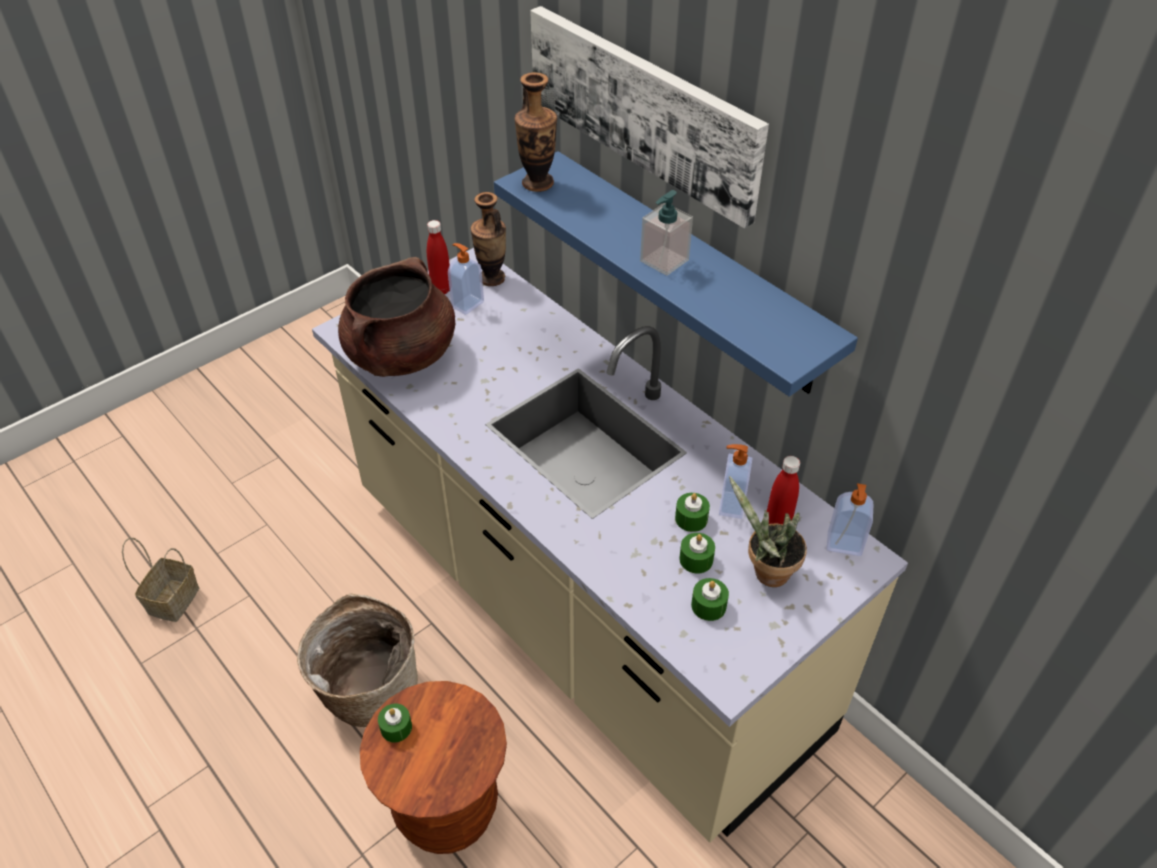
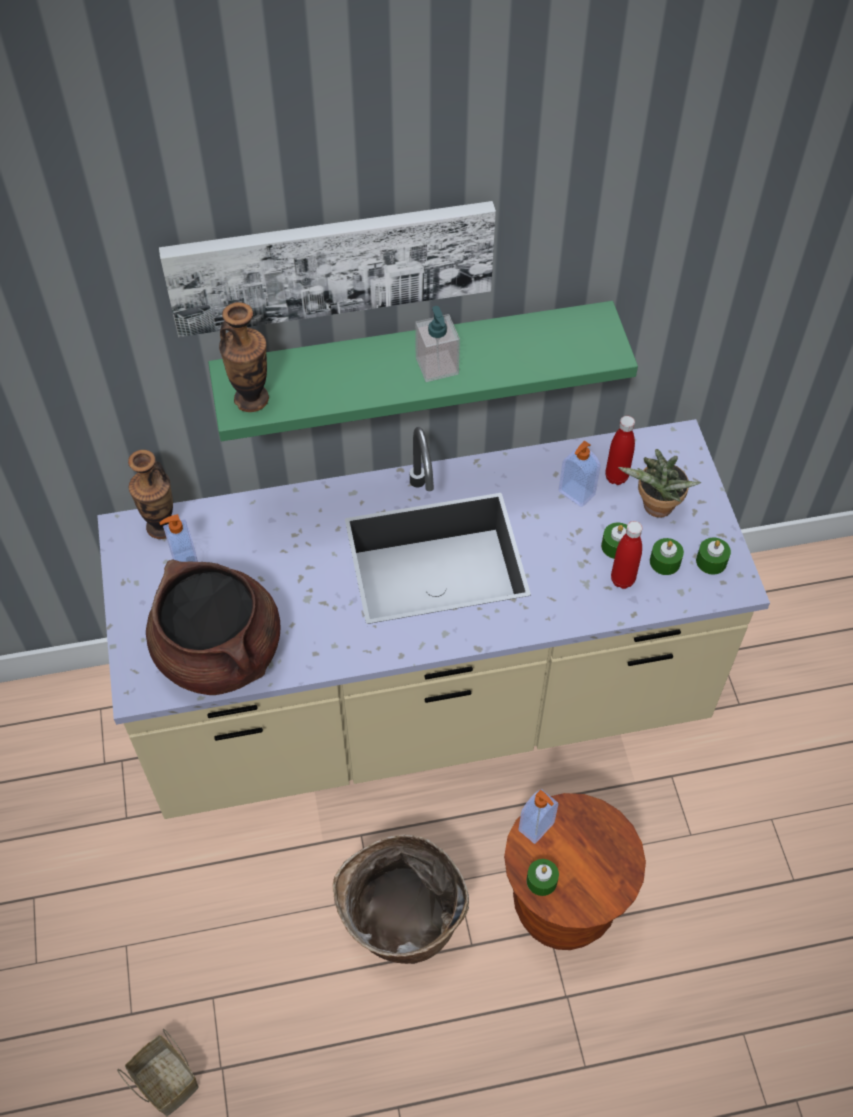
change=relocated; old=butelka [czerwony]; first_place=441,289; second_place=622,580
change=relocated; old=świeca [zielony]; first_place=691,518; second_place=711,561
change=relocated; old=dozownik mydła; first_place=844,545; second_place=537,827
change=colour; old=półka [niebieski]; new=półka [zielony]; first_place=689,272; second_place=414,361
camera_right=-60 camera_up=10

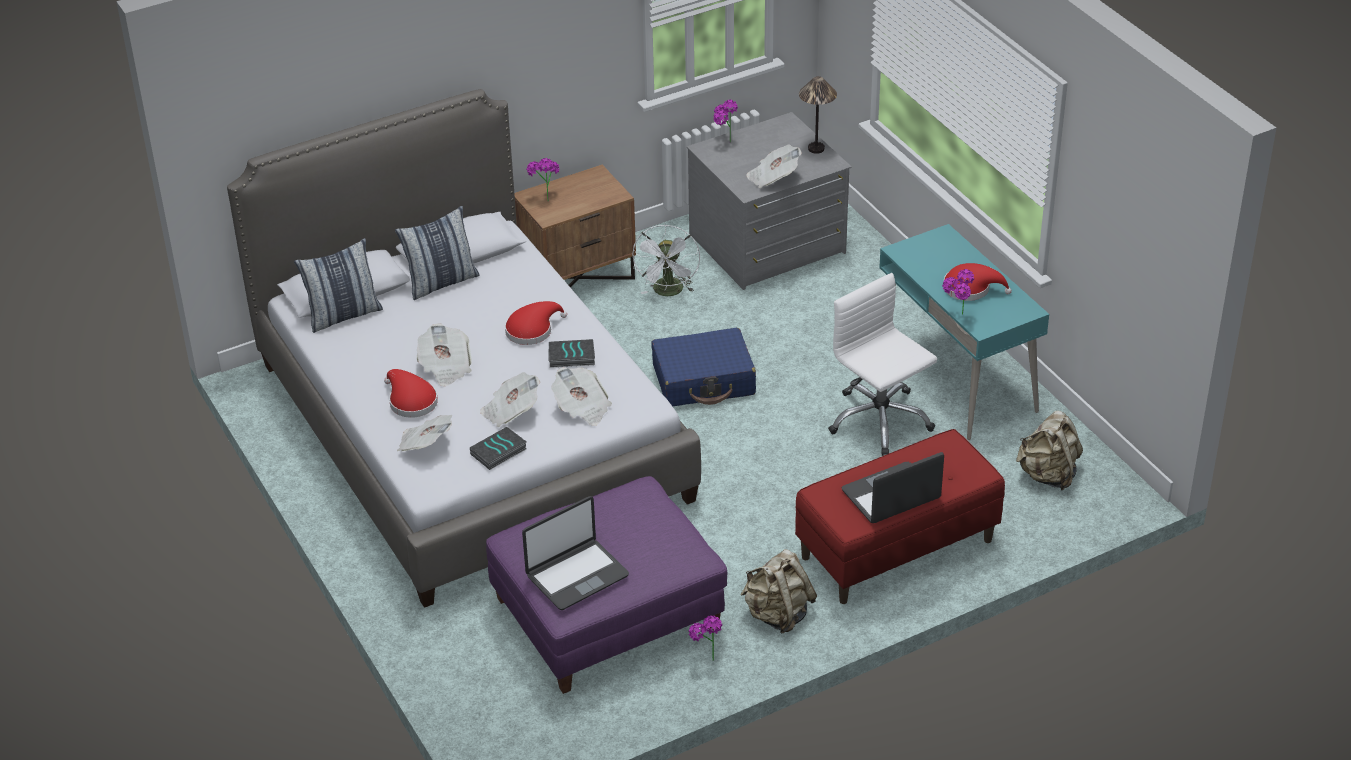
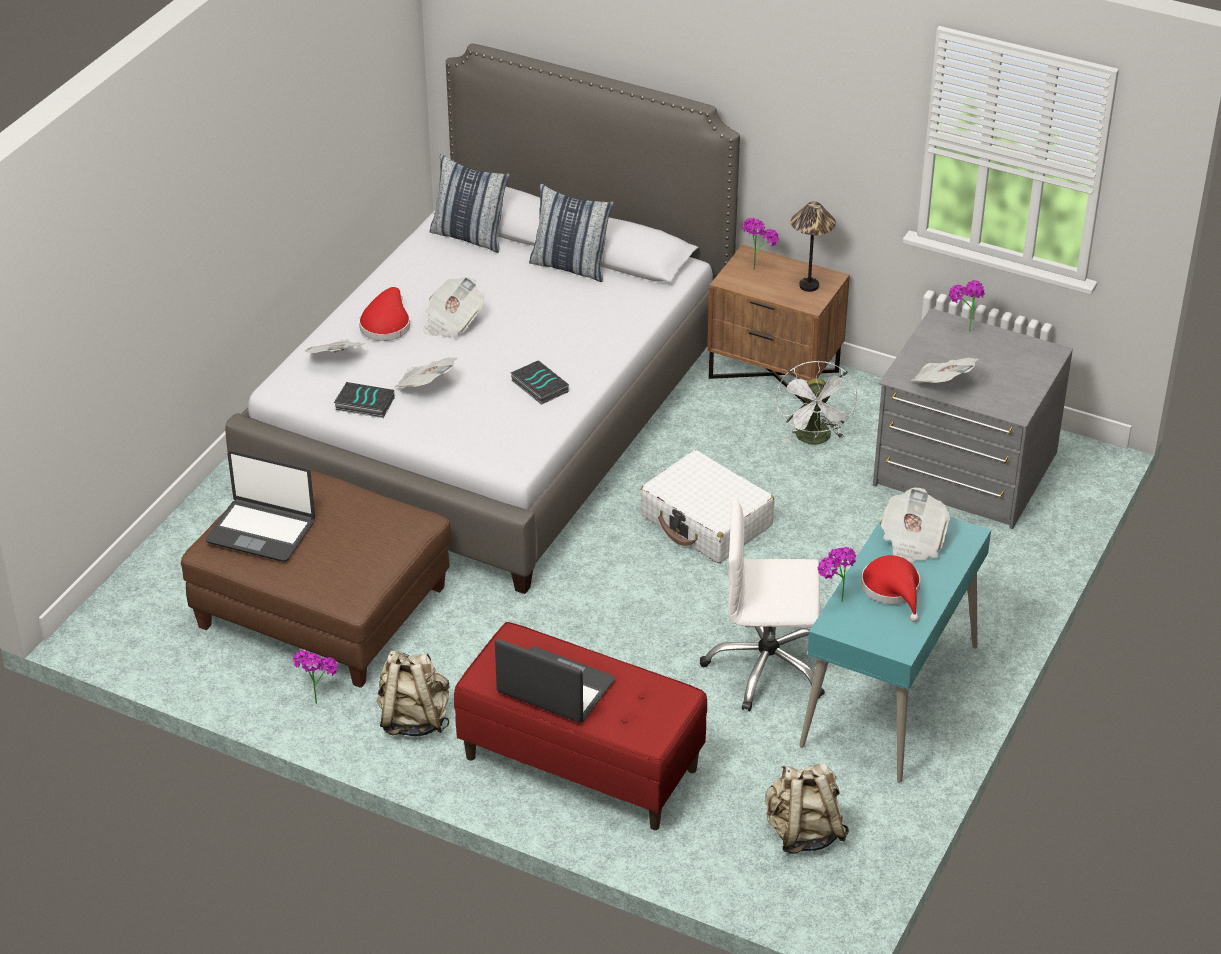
change=missing; old=kapelusz [czerwony]; first_place=532,330
change=relocated; old=gazeta; first_place=582,408; second_place=912,542
change=relocated; old=lampa stołowa; first_place=816,149; second_place=809,286
change=colour; old=pufa [fioletowy]; new=pufa [brązowy]; first_place=608,613; second_place=324,608
change=colour; old=walizka [niebieski]; new=walizka [biały]; first_place=704,380; second_place=706,521
change=spun; old=wentylator [biały]; first_place=668,292; second_place=815,439; degrees=-60
change=spun; old=krzesło biurowe [biały]; first_place=879,420; second_place=766,667; degrees=-105
camera_right=55 camera_up=0

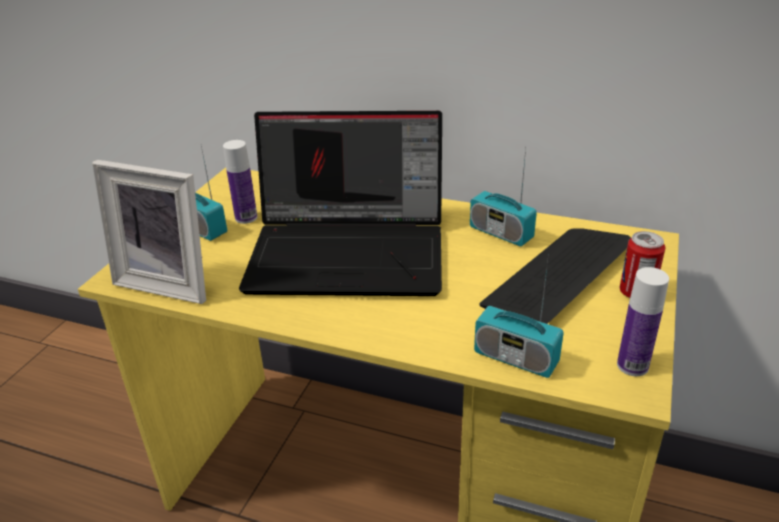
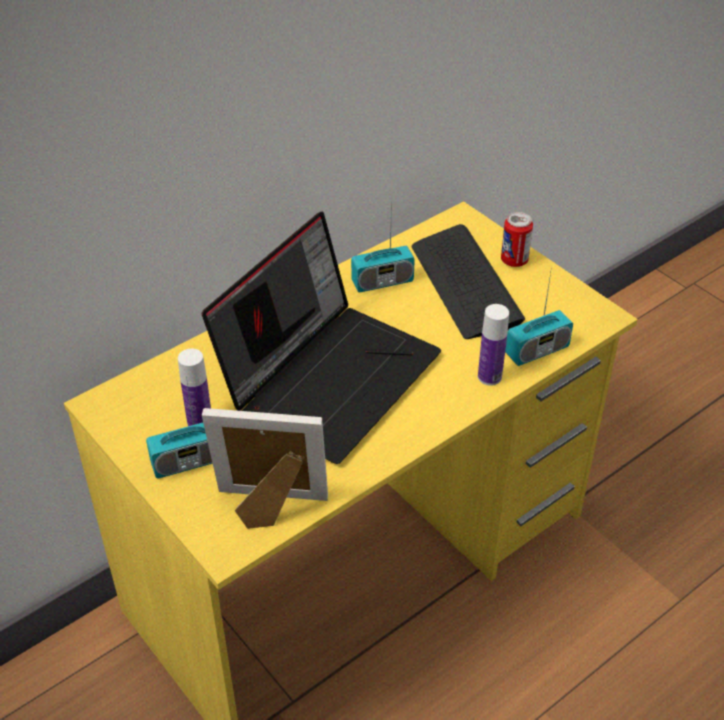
change=relocated; old=butelka; first_place=632,366; second_place=489,377
change=spun; old=ramka na zdjęcie; first_place=170,282; second_place=270,509; degrees=-135
camera_right=-60 camera_up=10

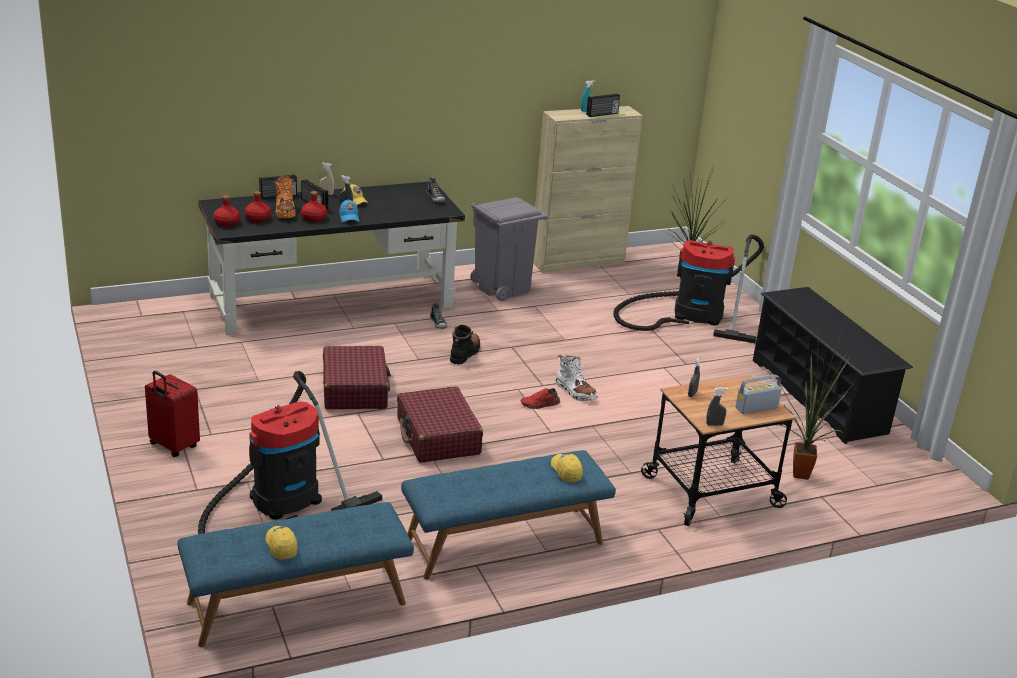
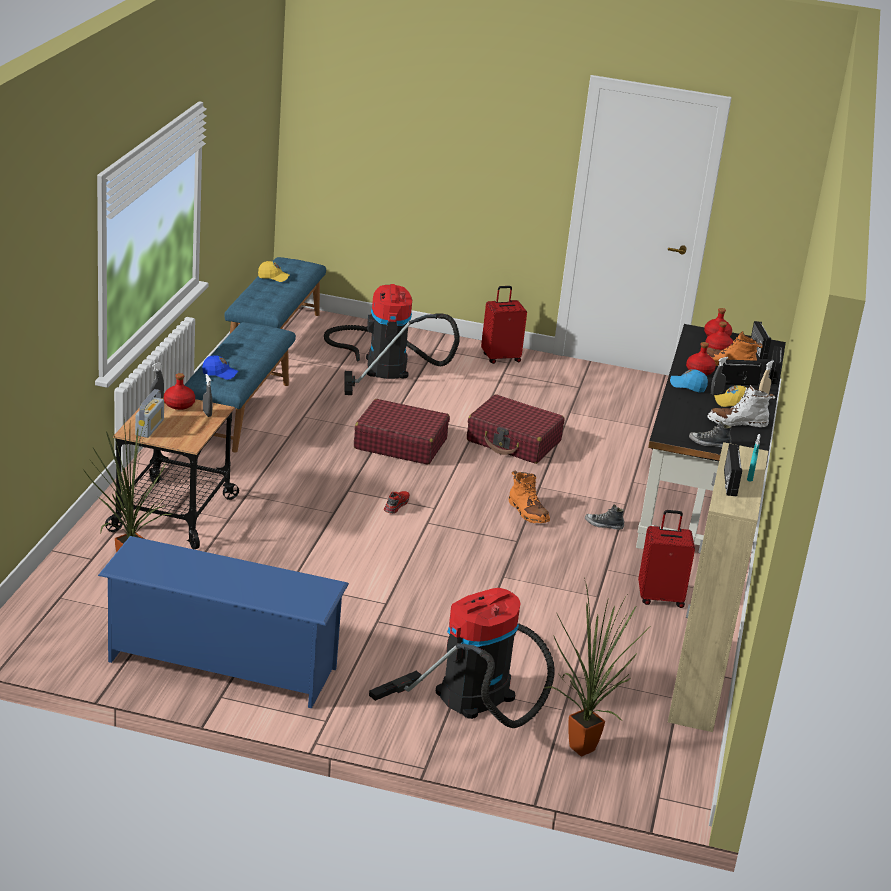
change=appeared; new=butelka [czerwony]; second_place=179,405
change=appeared; new=radio; second_place=757,350
change=relocated; old=but z cholewką [biały]; first_place=575,392; second_place=737,423
change=exchanged; old=kosz na śmieci [szary]; new=walizka [czerwony]; first_place=502,288; second_place=660,597
change=colour; old=but z cholewką [czarny]; new=but z cholewką [pomarańczowy]; first_place=465,353; second_place=527,512
change=colour; old=czapka z daszkiem [żółty]; new=czapka z daszkiem [niebieski]; first_place=566,471; second_place=220,373
change=colour; old=regał na buty [czarny]; new=regał na buty [niebieski]; first_place=818,396; second_place=221,665
camera_right=125 camera_up=0

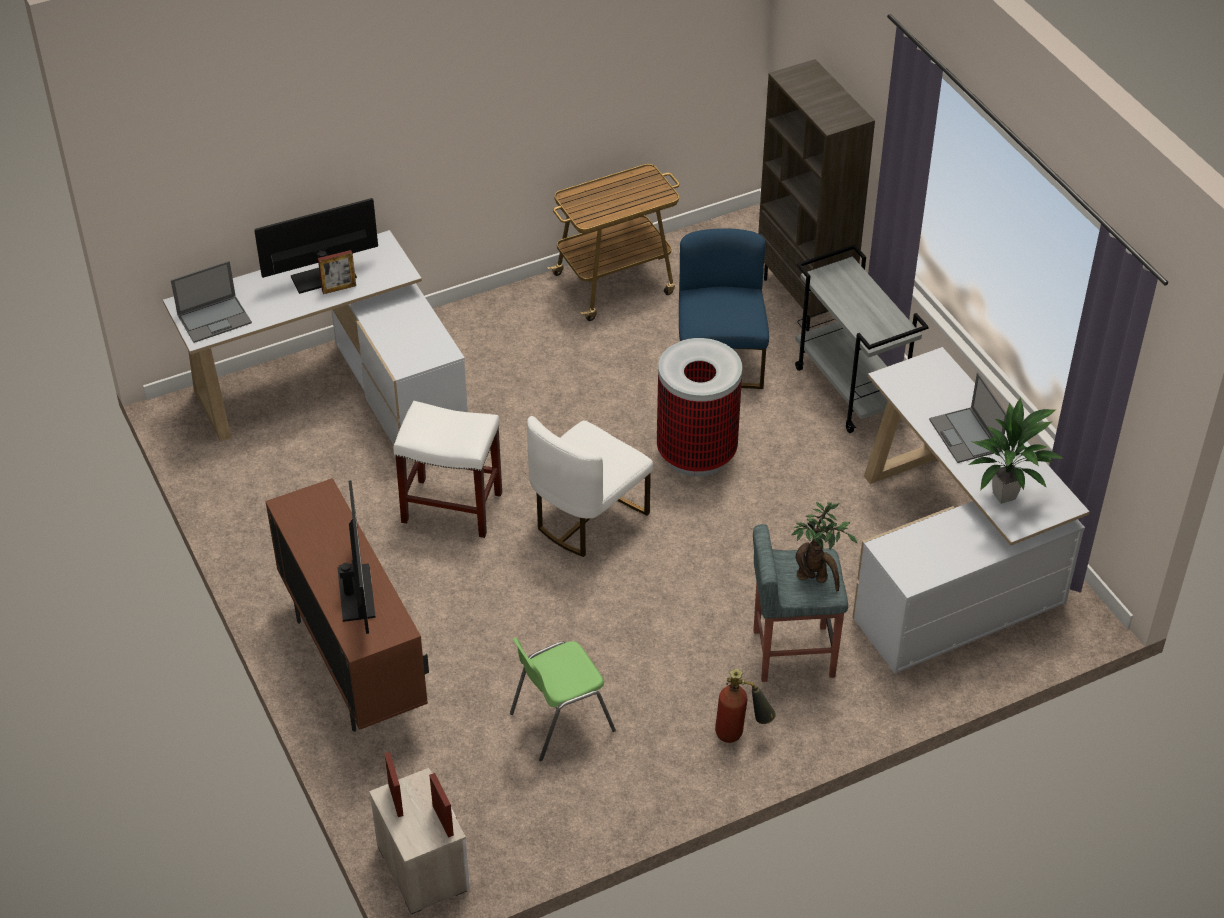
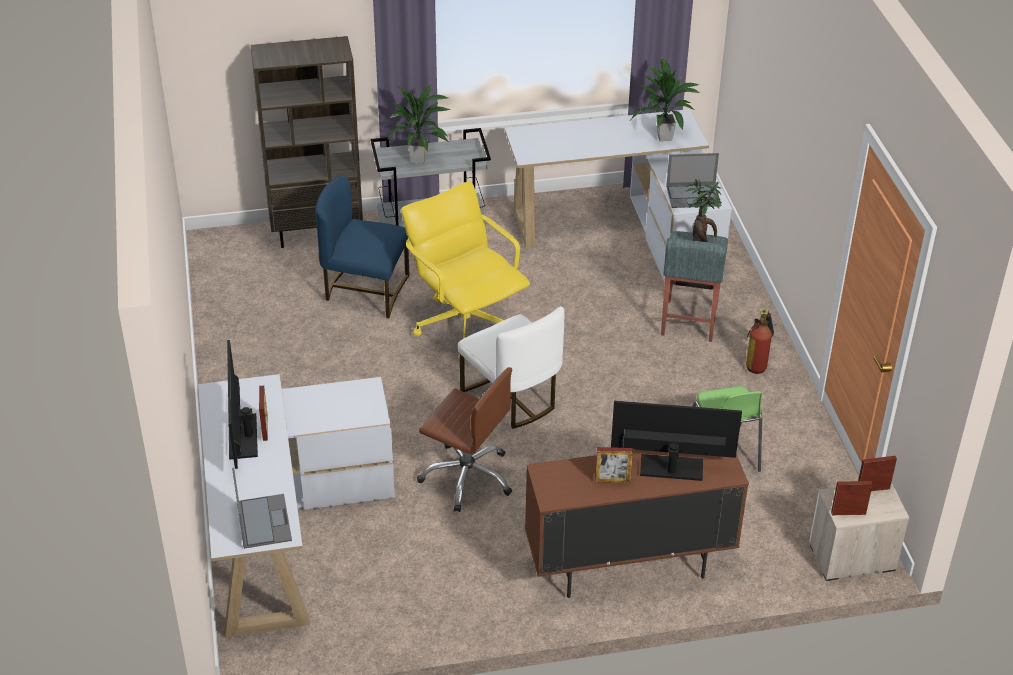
change=missing; old=wózek; first_place=615,283
change=appeared; new=roślina doniczkowa; second_place=419,160
change=appeared; new=ramka na zdjęcie; second_place=612,481
change=relocated; old=laptop; first_place=965,436; second_place=694,196
change=exchanged; old=stołek [biały]; new=krzesło biurowe [brązowy]; first_place=451,508; second_place=467,477
change=exchanged; old=kosz na śmieci; new=krzesło biurowe [żółty]; first_place=697,453; second_place=465,325
camera_right=-75 camera_up=-5

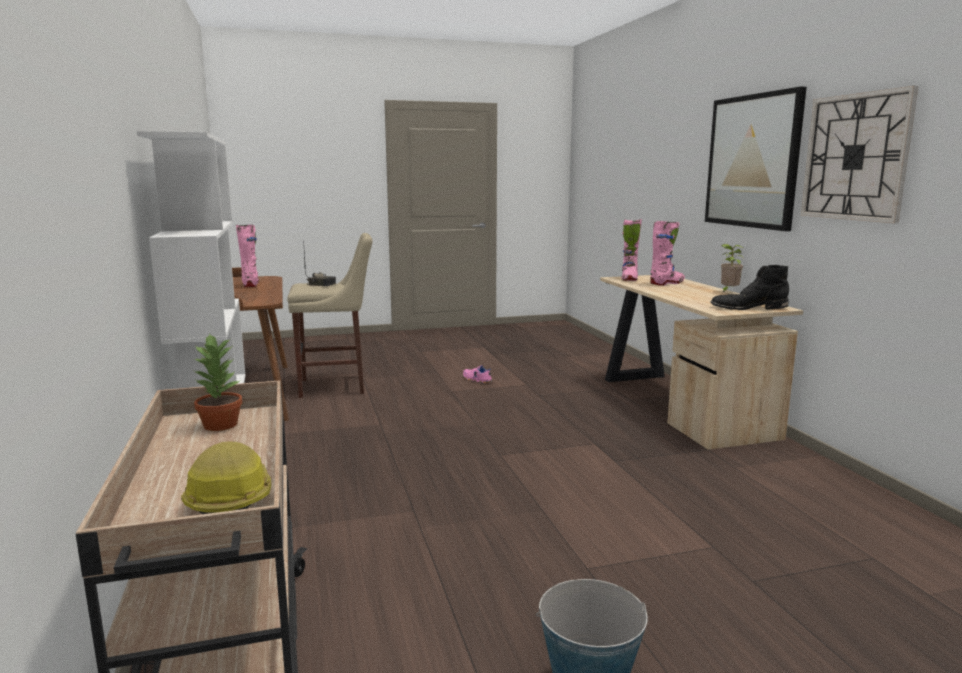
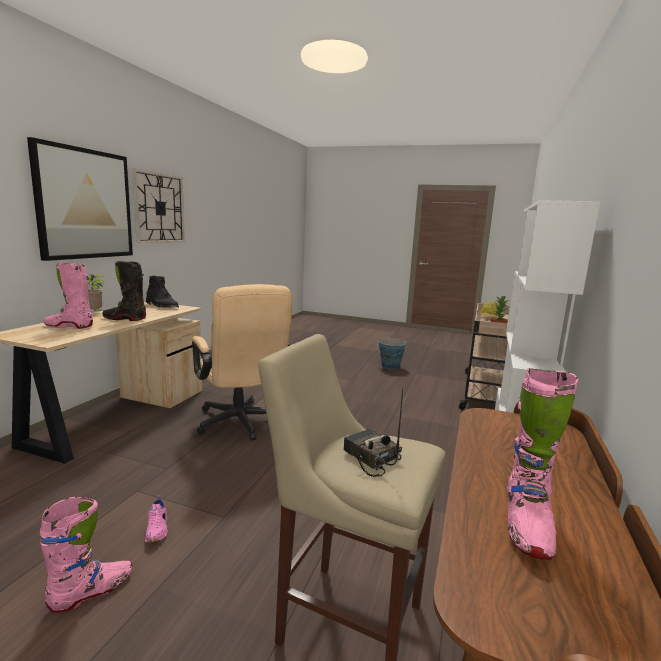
change=appeared; new=but z cholewką [czarny]; second_place=125,319
change=appeared; new=krzesło biurowe [beżowy]; second_place=241,424
change=relocated; old=but z cholewką [różowy]; first_place=629,279; second_place=92,592
camera_right=-145 camera_up=0

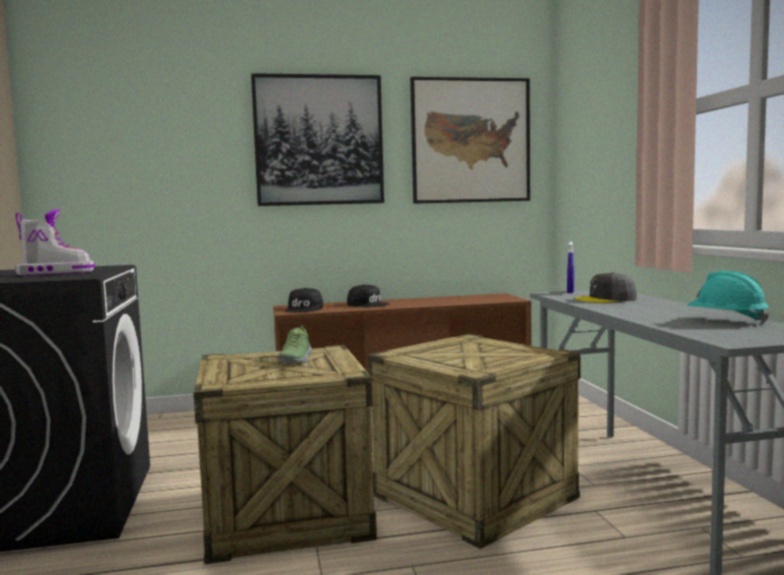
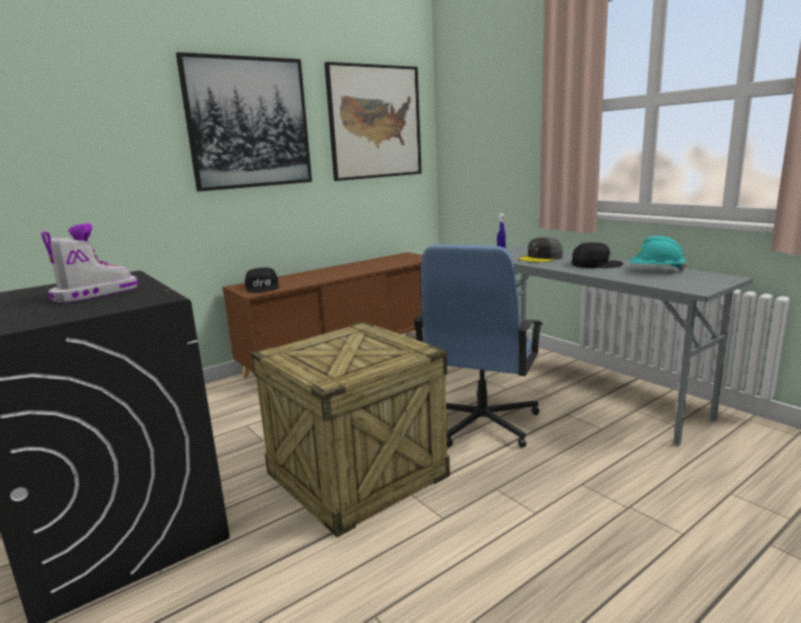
change=missing; old=but; first_place=295,359
change=relocated; old=czapka z daszkiem [czarny]; first_place=368,304; second_place=596,264
change=exchanged; old=skrzynka; new=krzesło biurowe [niebieski]; first_place=473,496; second_place=480,423
camera_right=-25 camera_up=10

